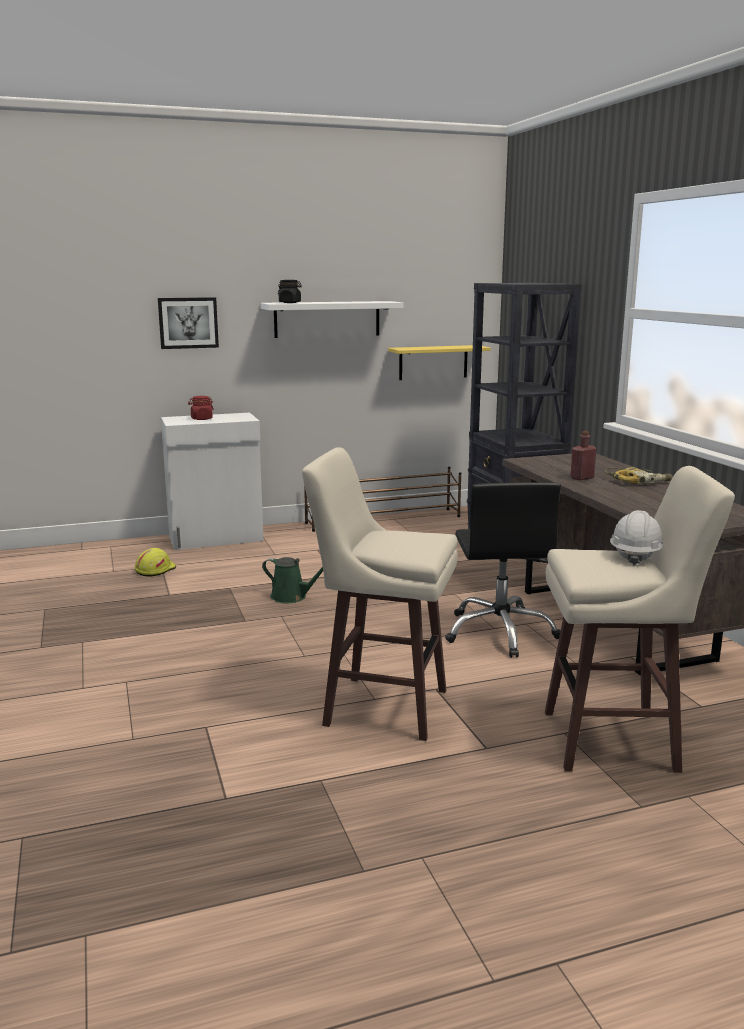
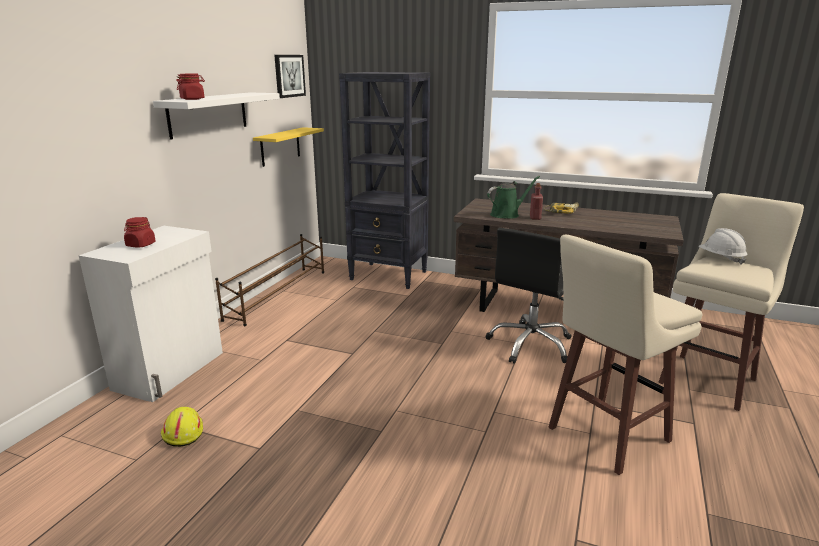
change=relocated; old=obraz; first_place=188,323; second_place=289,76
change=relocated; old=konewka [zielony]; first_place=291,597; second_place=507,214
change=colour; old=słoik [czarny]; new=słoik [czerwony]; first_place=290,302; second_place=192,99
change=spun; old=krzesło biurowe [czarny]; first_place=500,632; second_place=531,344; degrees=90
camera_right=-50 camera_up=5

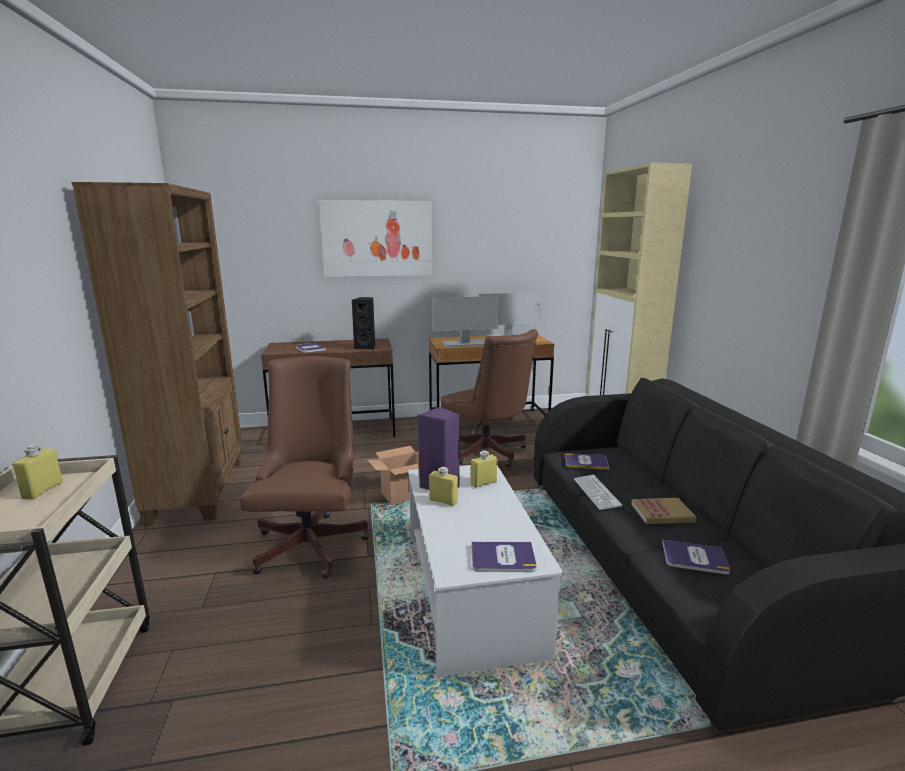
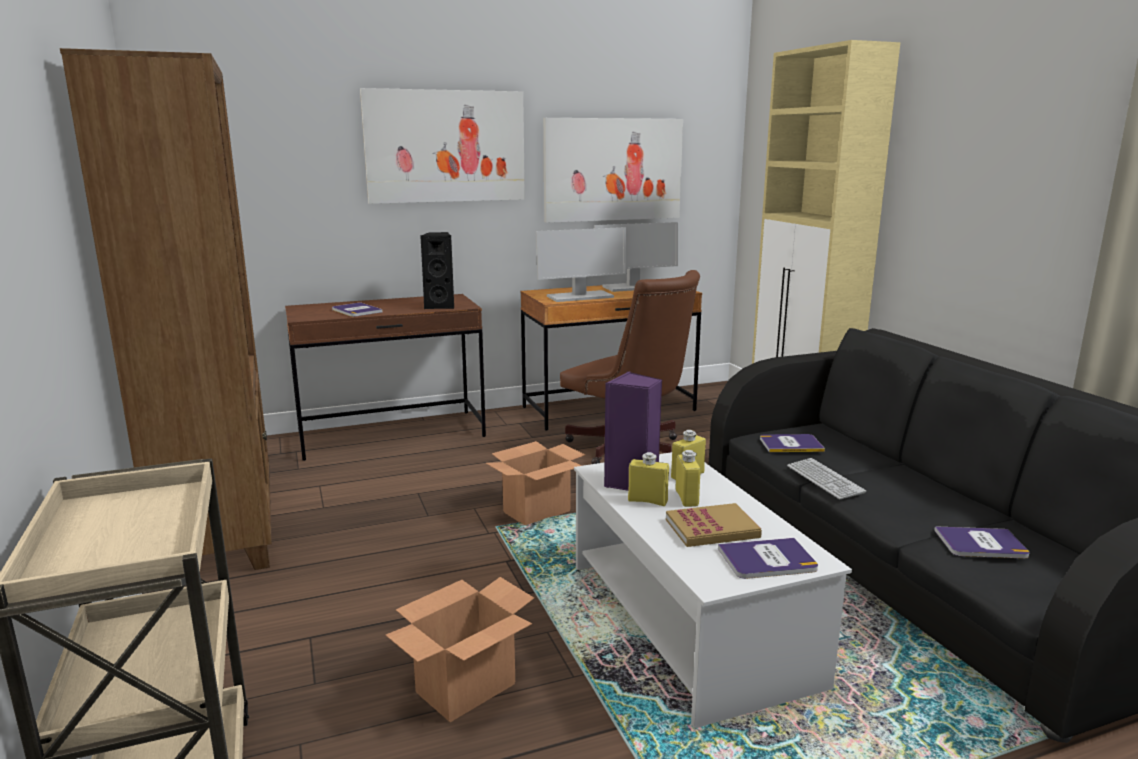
change=missing; old=krzesło biurowe [brązowy]; first_place=313,541
change=appeared; new=karton; second_place=465,689
change=appeared; new=obraz; second_place=613,169
change=relocated; old=butelka [żółty]; first_place=43,490; second_place=686,498
change=relocated; old=książka; first_place=662,513; second_place=712,529
camera_right=-10 camera_up=0

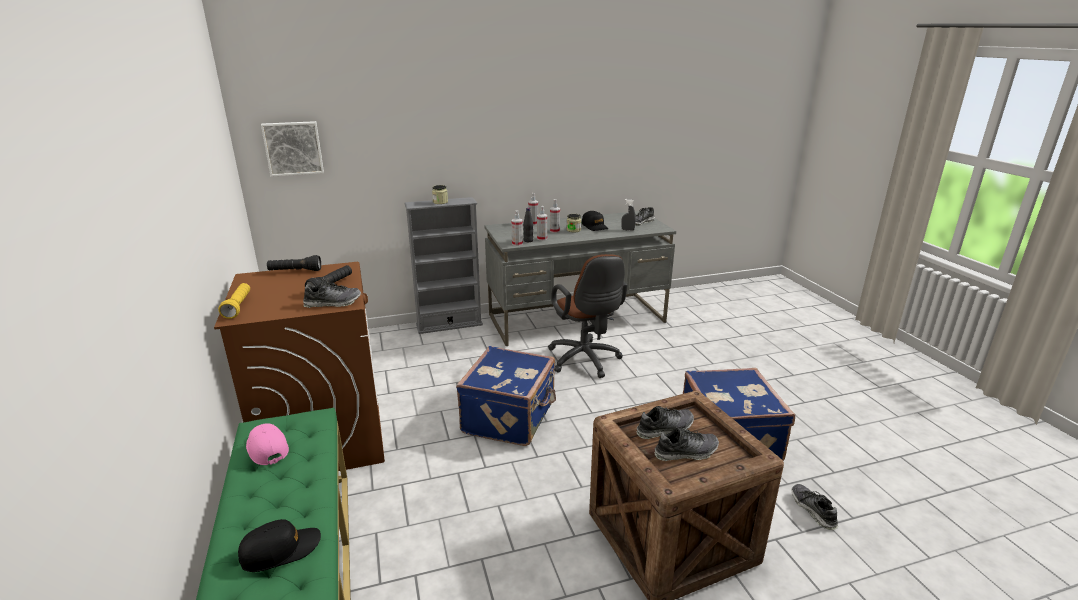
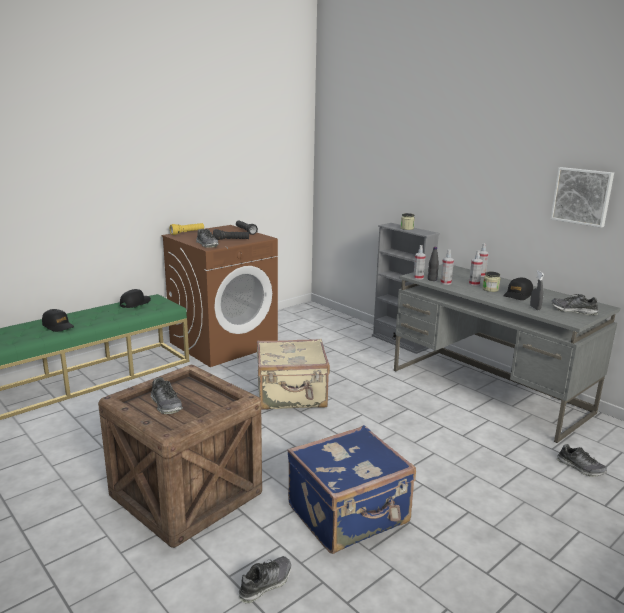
change=missing; old=krzesło biurowe [brązowy]; first_place=585,361
change=relocated; old=obraz; first_place=293,148; second_place=582,196
change=relocated; old=but; first_place=665,429; second_place=580,467
change=colour; old=czapka z daszkiem [różowy]; new=czapka z daszkiem [czarny]; first_place=267,448; second_place=135,303
change=colour; old=walizka [niebieski]; new=walizka [beżowy]; first_place=510,418; second_place=292,396
camera_right=65 camera_up=-5

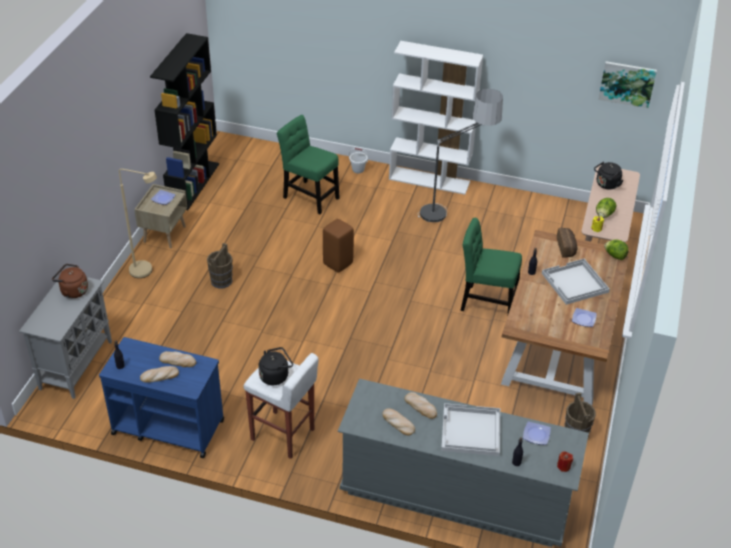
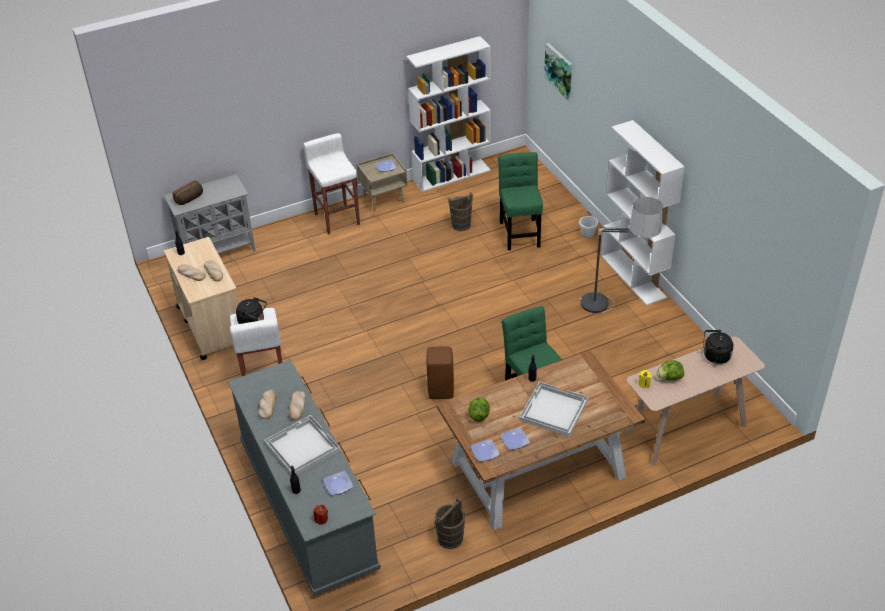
change=missing; old=czajnik [brązowy]; first_place=72,291
change=appeared; new=talerz; second_place=484,452
change=relocated; old=wiadro [brązowy]; first_place=221,281; second_place=461,225
change=relocated; old=stołek [brązowy]; first_place=338,263; second_place=441,391
change=relocated; old=chleb; first_place=567,248; second_place=190,199
change=relocated; old=obraz; first_place=627,83; second_place=559,70
change=relocated; old=sałata; first_place=615,256; second_place=479,415
change=exchanged; old=lampa stojąca [beżowy]; new=stołek [biały]; first_place=146,272; second_place=337,218
change=colour; old=wózek [niebieski]; new=wózek [beżowy]; first_place=167,427; second_place=211,326
change=colour; old=regał [czarny]; new=regał [biały]; first_place=193,184; second_place=452,175
camera_right=50 camera_up=0

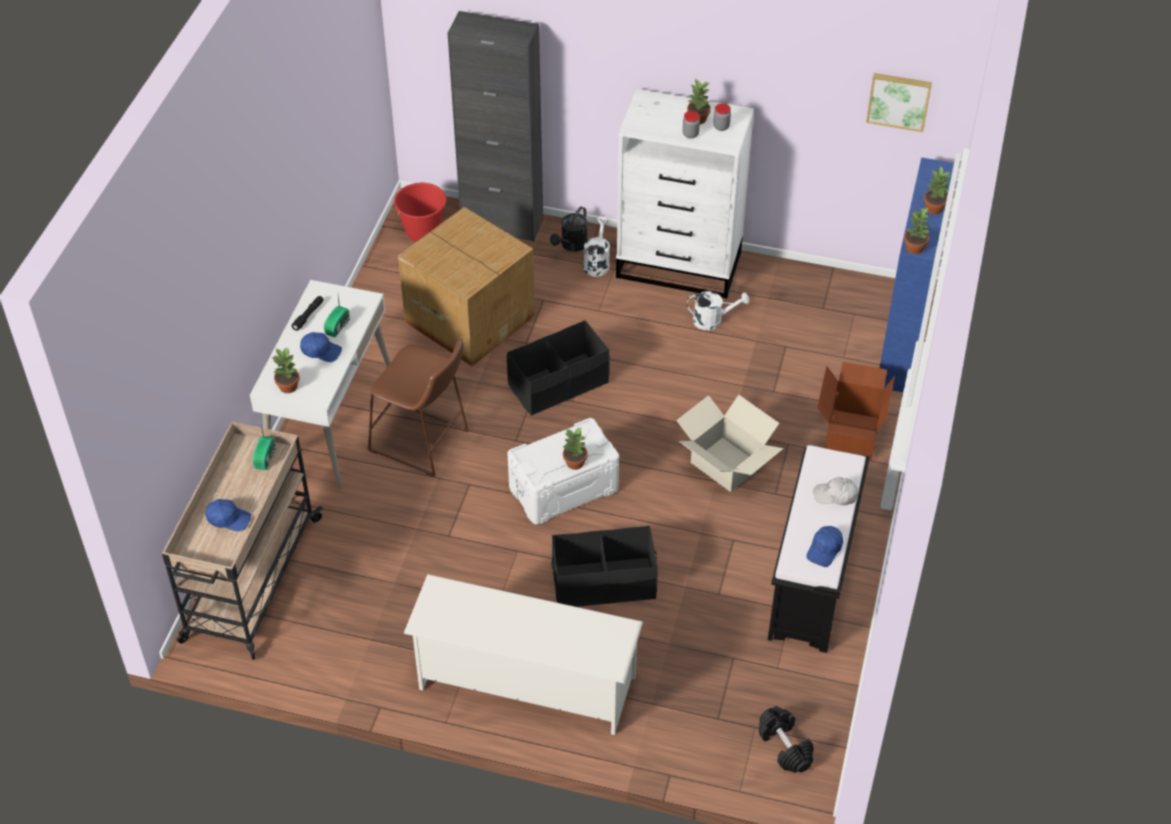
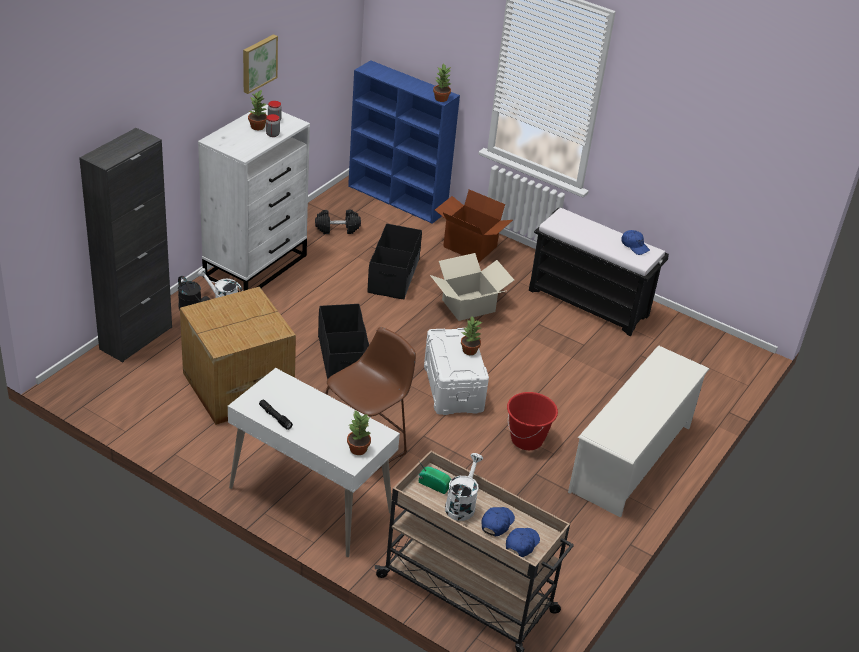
change=missing; old=radio; first_place=338,326
change=missing; old=czapka z daszkiem [biały]; first_place=835,495
change=missing; old=roślina doniczkowa; first_place=934,208
change=relocated; old=czapka z daszkiem [niebieski]; first_place=321,351; second_place=521,544
change=relocated; old=wiadro [czerwony]; first_place=423,232; second_place=527,440
change=relocated; old=pojemnik do przechowywania [czarny]; first_place=604,583; second_place=394,276
change=relocated; old=konewka [biały]; first_place=713,320; second_place=461,504
change=relocated; old=hantel [czarny]; first_place=785,747; second_place=337,229
change=relocated; old=obraz; first_place=899,100; second_place=258,63
camera_right=-75 camera_up=-10

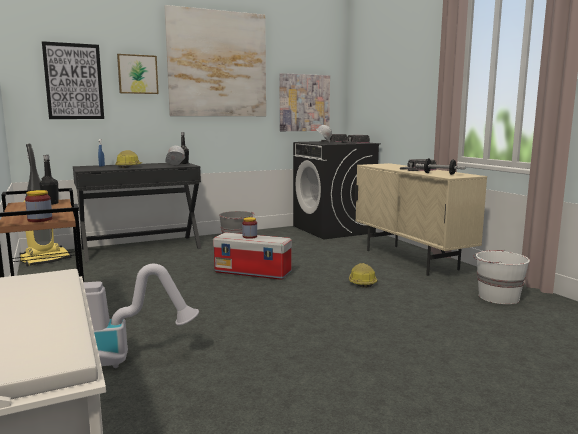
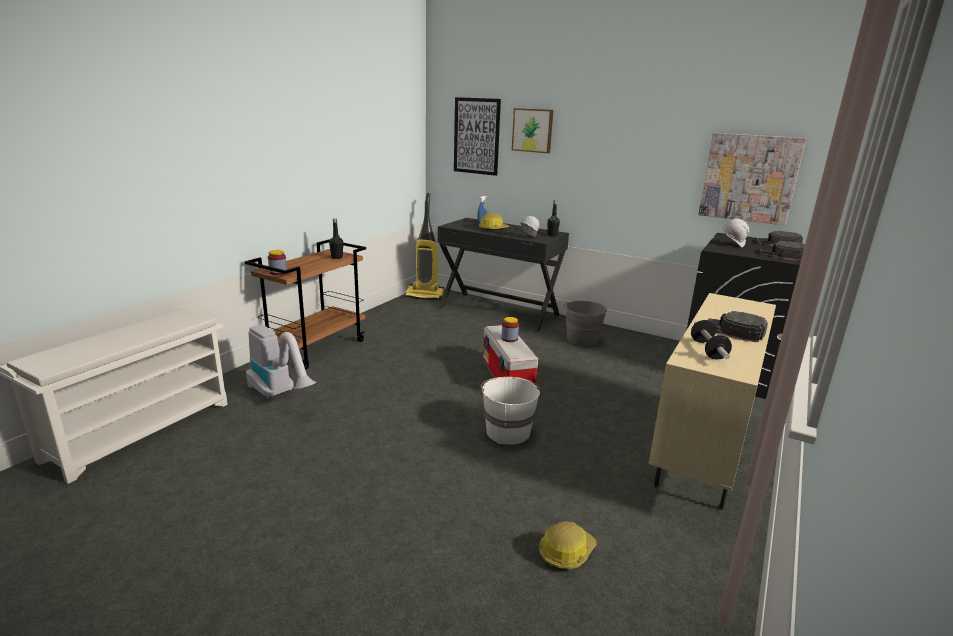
change=missing; old=obraz; first_place=217,64
change=relocated; old=kask; first_place=361,282; second_place=566,552
change=relocated; old=wiadro [biały]; first_place=497,297; second_place=507,431
camera_right=55 camera_up=10

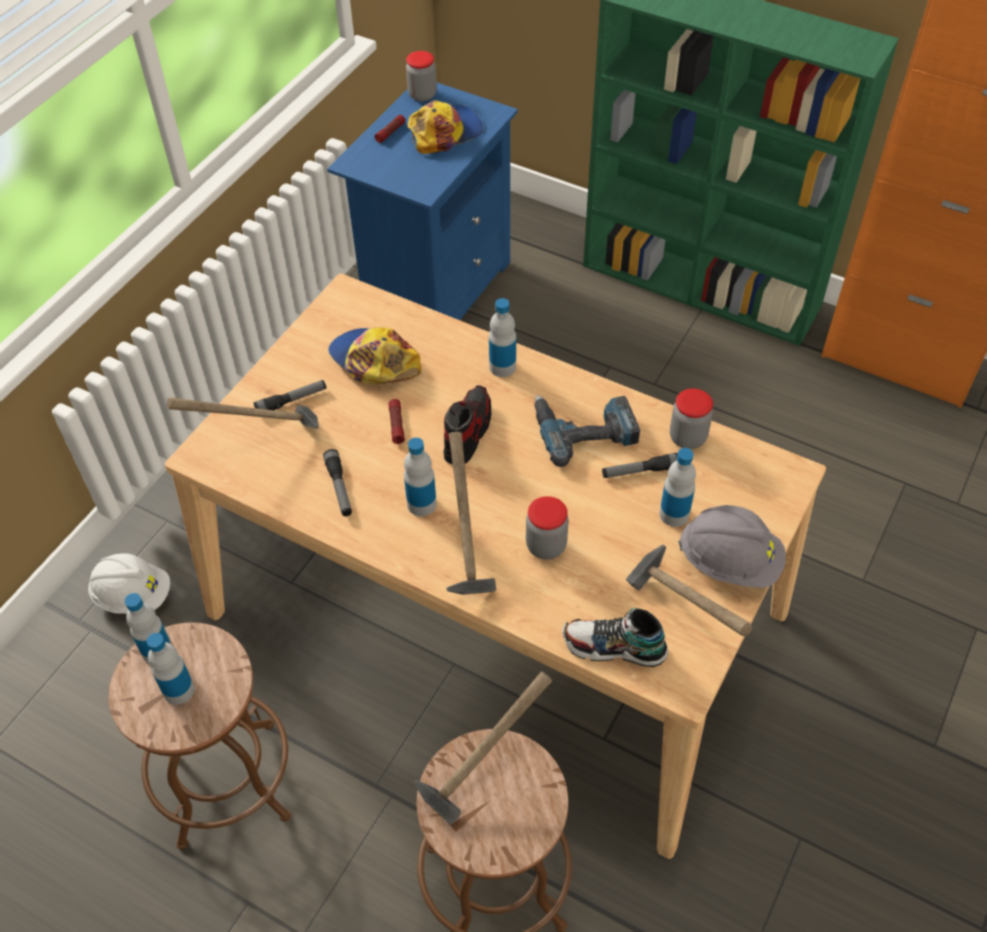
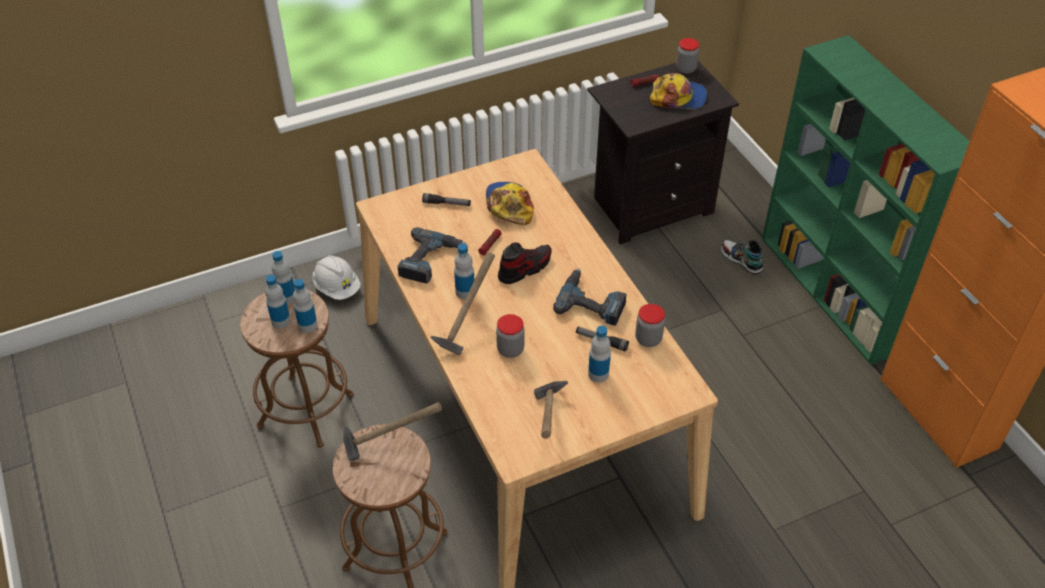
change=missing; old=młotek; first_place=259,441
change=missing; old=kask [szary]; first_place=730,561
change=relocated; old=butelka; first_place=502,367; second_place=307,325
change=relocated; old=but; first_place=614,647; second_place=741,260
change=exchanged; old=latarka; new=wiertarka; first_place=339,487; second_place=430,260
change=colour; old=szafka nocna [niebieski]; new=szafka nocna [czarny]; first_place=434,288; second_place=650,205
camera_right=35 camera_up=-5

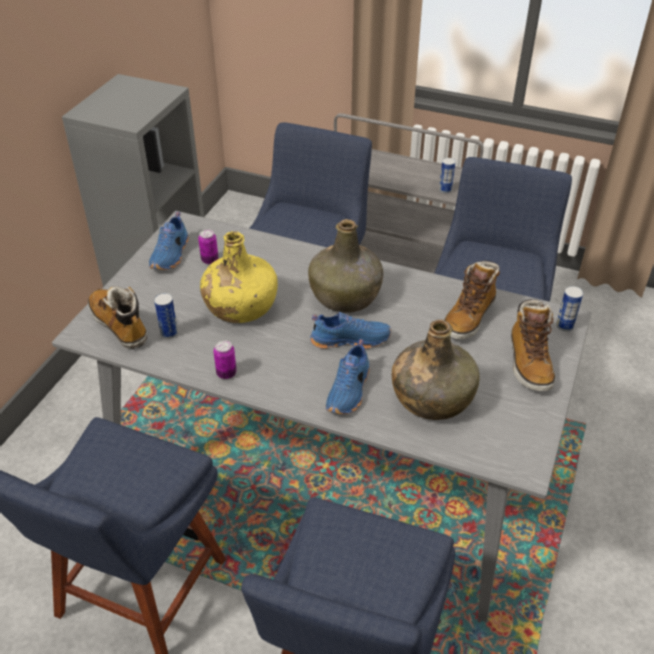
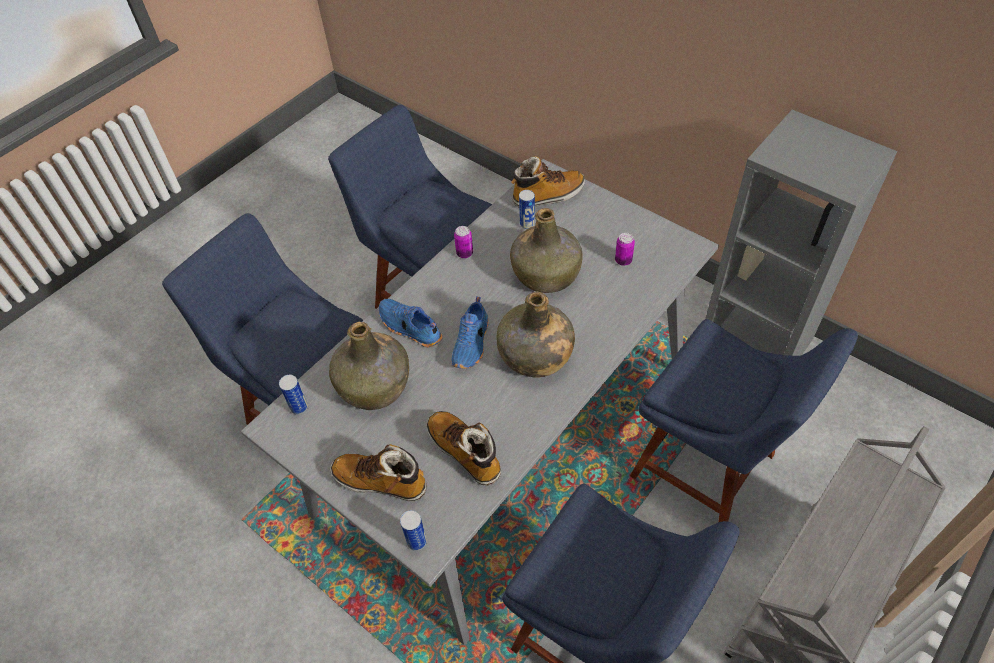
change=missing; old=but [niebieski]; first_place=171,255
change=relocated; old=puszka; first_place=445,190; second_place=299,407
change=colour; old=butelka [żółty]; new=butelka [zielony]; first_place=240,306; second_place=546,273
camera_right=110 camera_up=10

